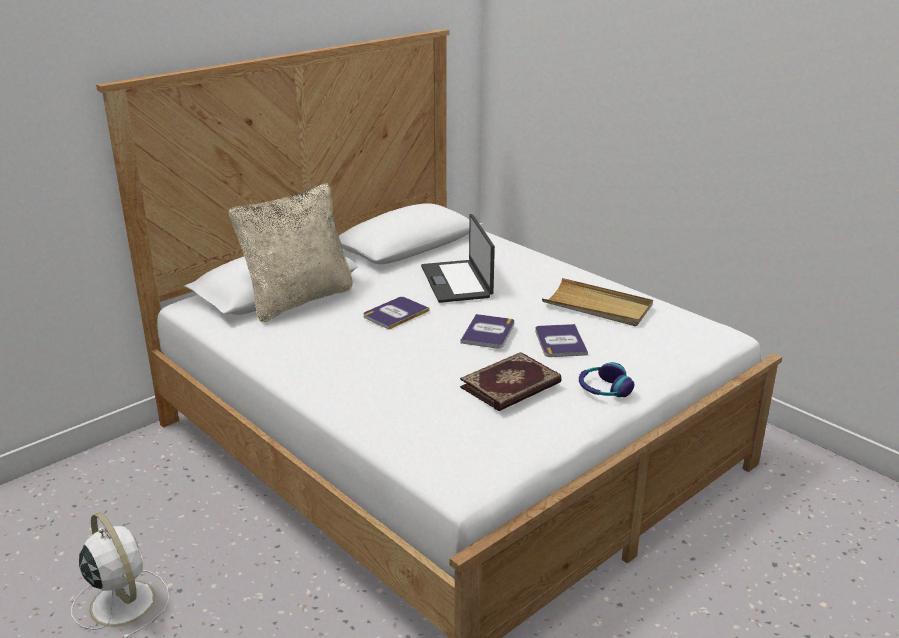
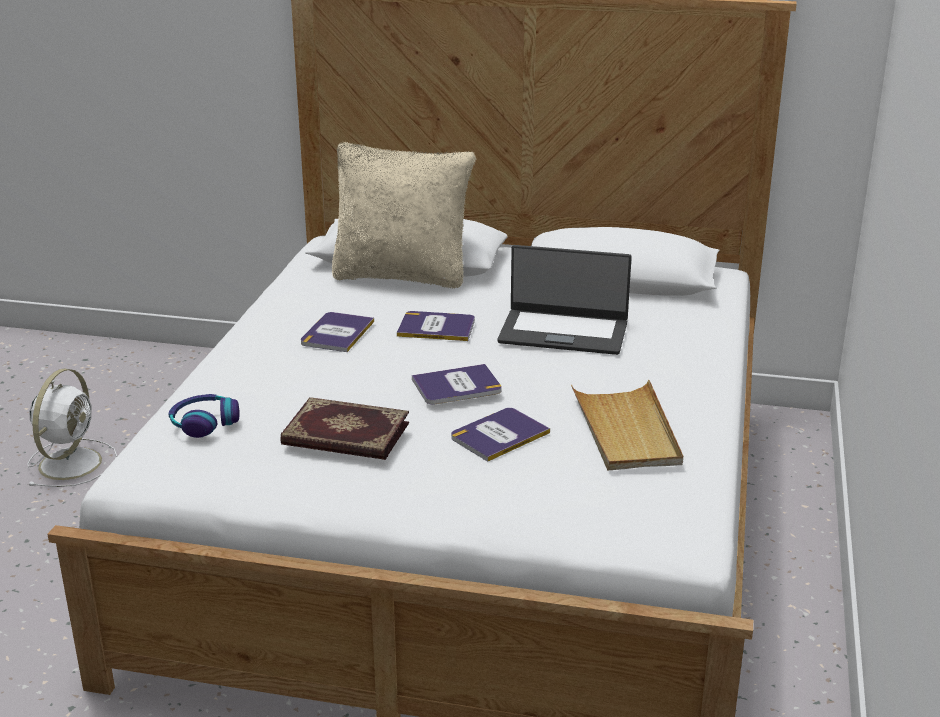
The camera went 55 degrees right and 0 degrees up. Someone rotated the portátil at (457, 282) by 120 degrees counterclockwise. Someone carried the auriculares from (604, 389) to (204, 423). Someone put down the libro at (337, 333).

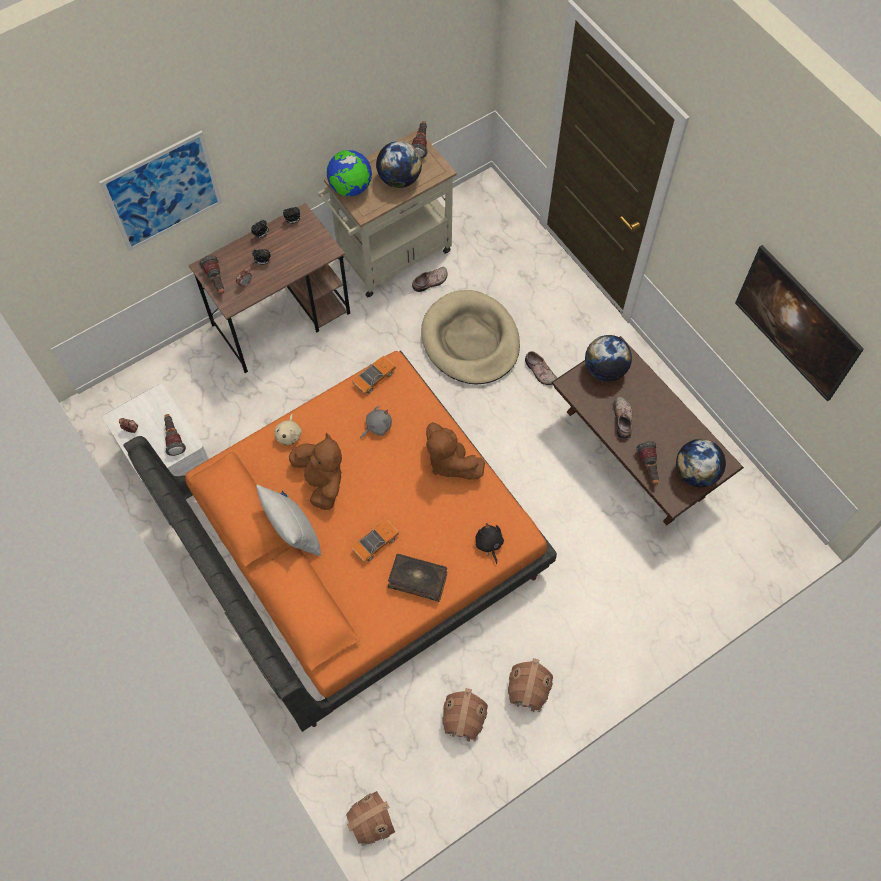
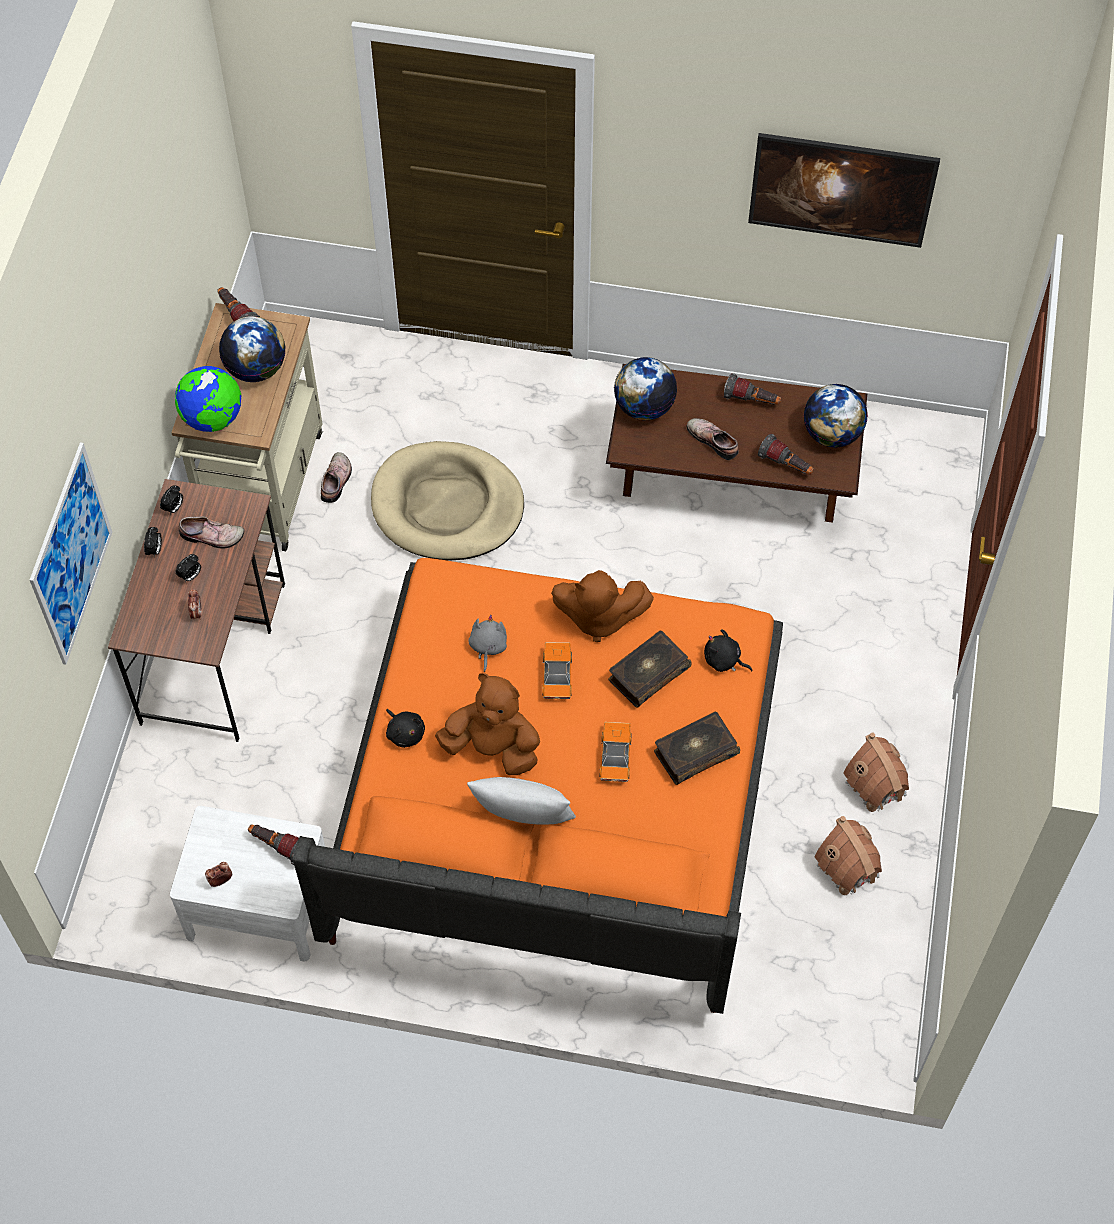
The camera went 45 degrees left and 5 degrees down. Someone carried the linterna from (216, 282) to (751, 400). Someone repainted the peluche [beis] at (289, 434), which became the peluche [negro] at (405, 733). Someone took away the casita at (371, 821). Someone carried the coche de juguete from (374, 377) to (557, 675). Someone carried the zapato from (539, 372) to (212, 537). Someone put down the libro at (648, 673).

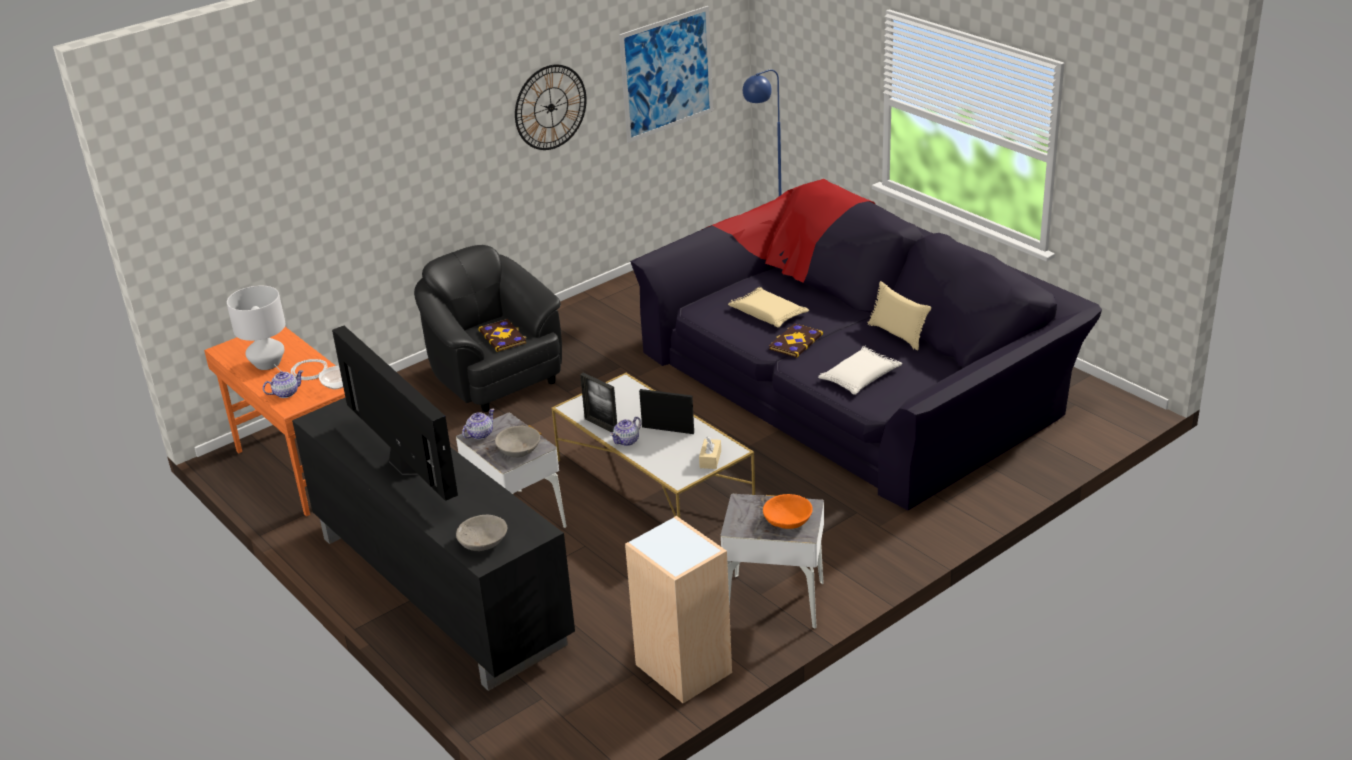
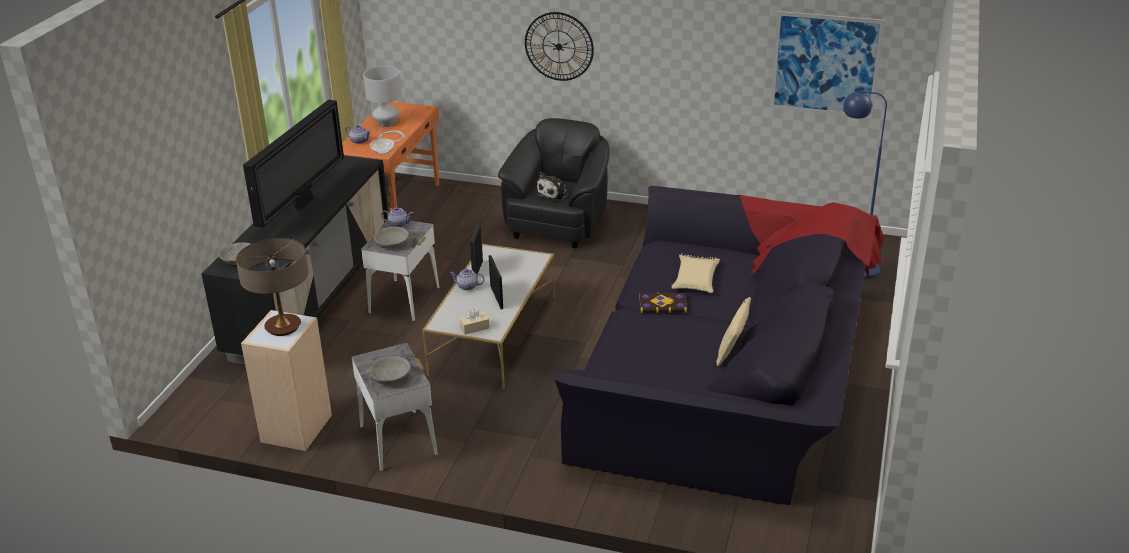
The camera went 55 degrees right and 0 degrees up. Someone swapped the libro at (503, 337) for the peluche at (553, 194). Someone carried the reloj de pared from (550, 107) to (559, 46). Someone repainted the cuenco [naranja] at (788, 520), which became the cuenco [gris] at (391, 378). Someone took away the cojín [blanco] at (859, 375). Someone put down the lámpara de mesa at (283, 327).

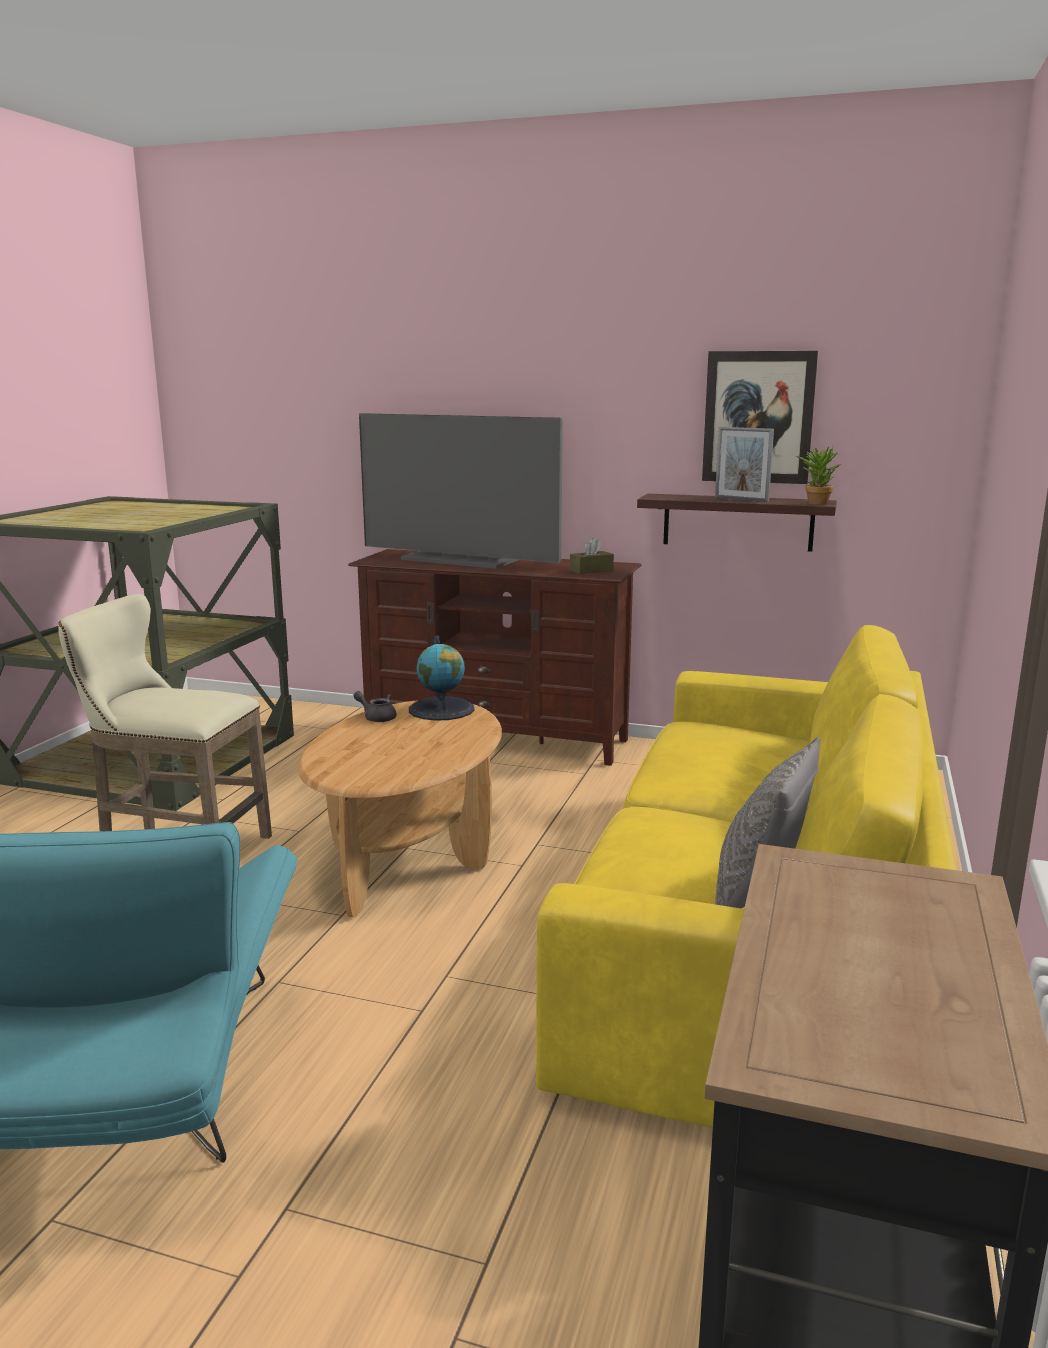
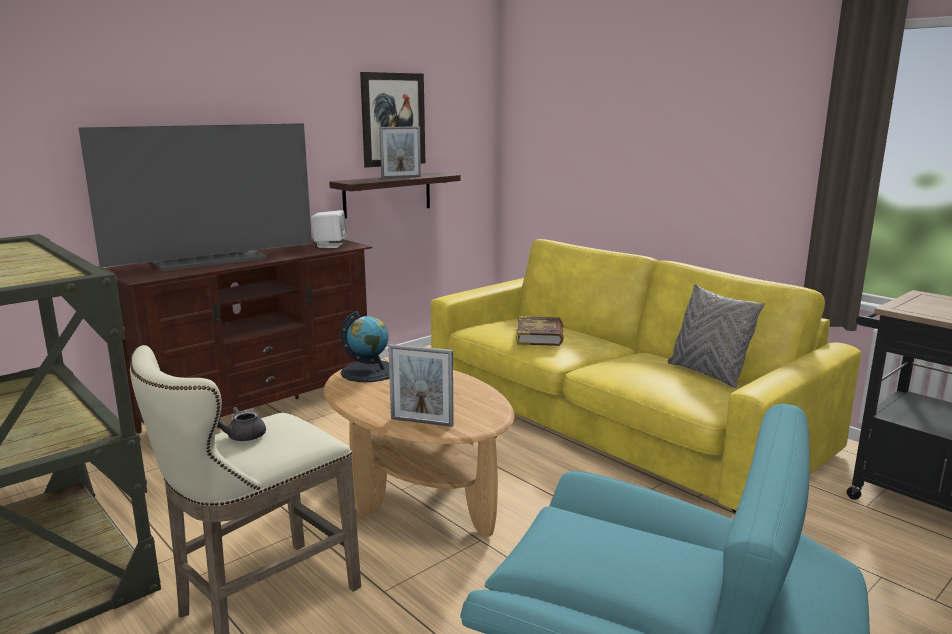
The camera went 60 degrees left and 0 degrees up. Someone carried the tetera [gris] from (377, 717) to (240, 436). Someone swapped the caja de pañuelos [marrón] at (591, 570) for the altavoz [blanco] at (330, 245). Someone took away the planta en maceta at (815, 503). Someone put down the portarretratos at (421, 422). Someone put down the libro at (540, 336).

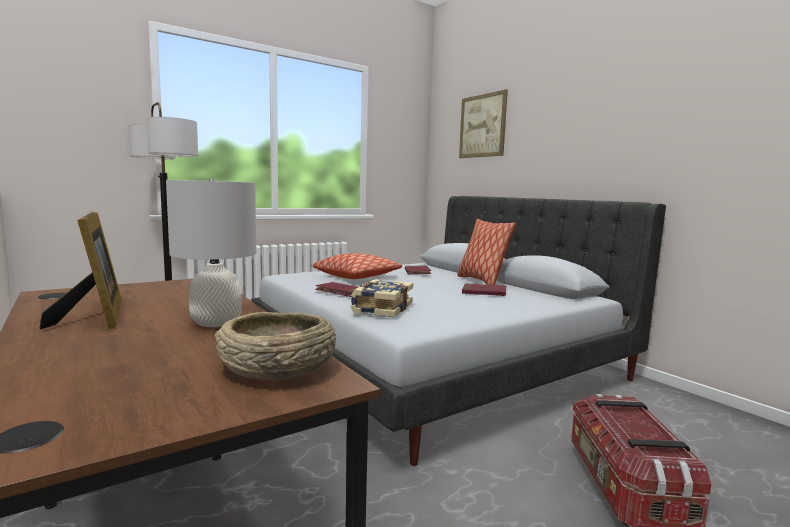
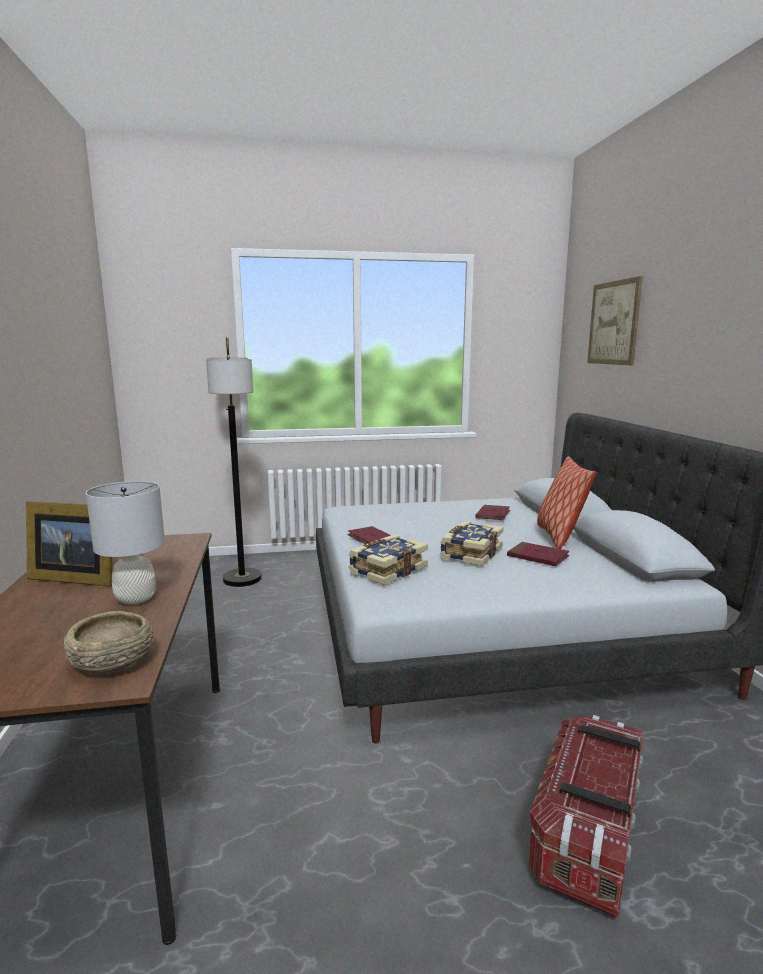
The camera went 25 degrees right and 5 degrees up. Someone rotated the portarretratos at (96, 315) by 105 degrees clockwise. Someone took away the cojín at (357, 276). Someone put down the libro at (470, 553).

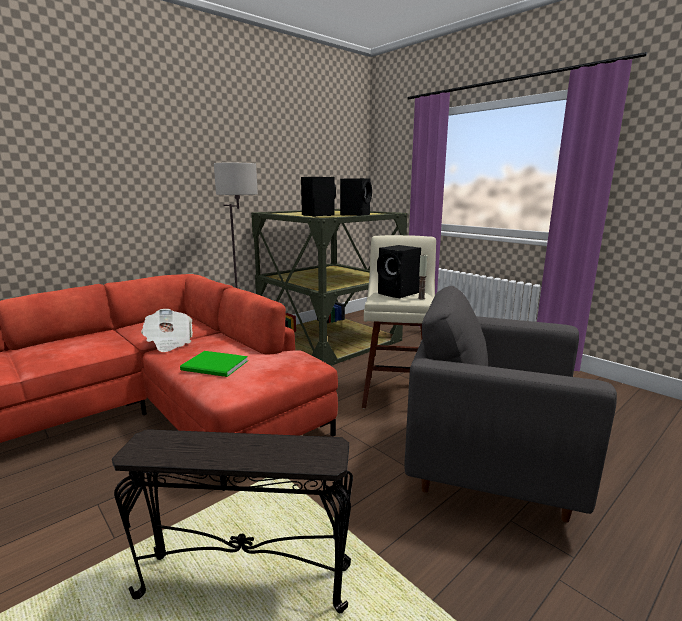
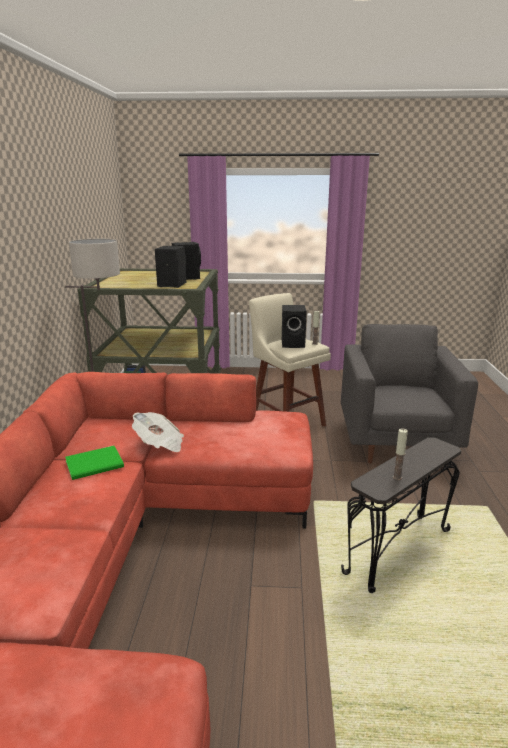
The camera went 45 degrees left and 5 degrees up. Someone carried the libro [verde] from (215, 366) to (96, 464). Someone rotated the sillón [gris] at (489, 469) by 120 degrees clockwise. Someone put down the vela at (397, 477).

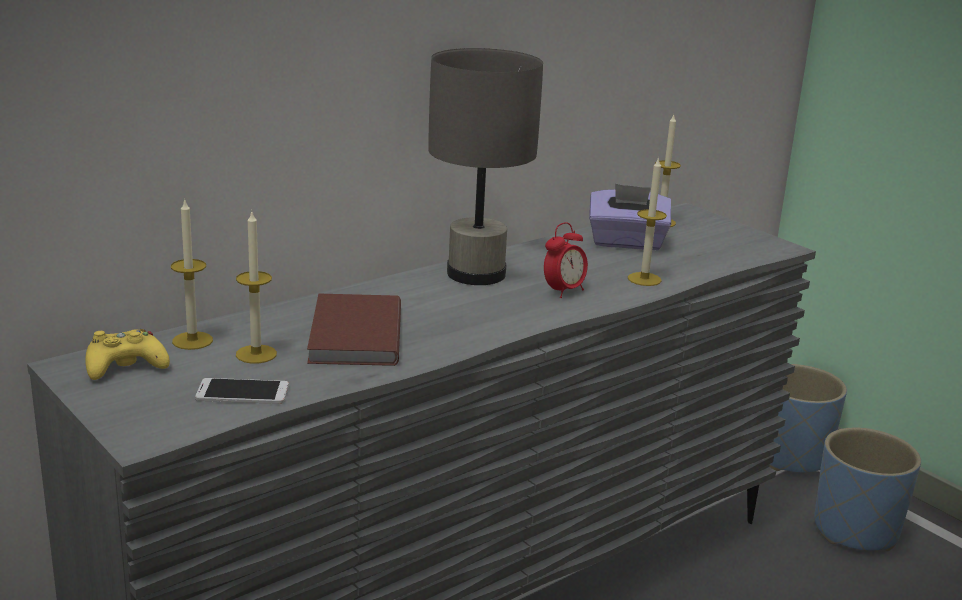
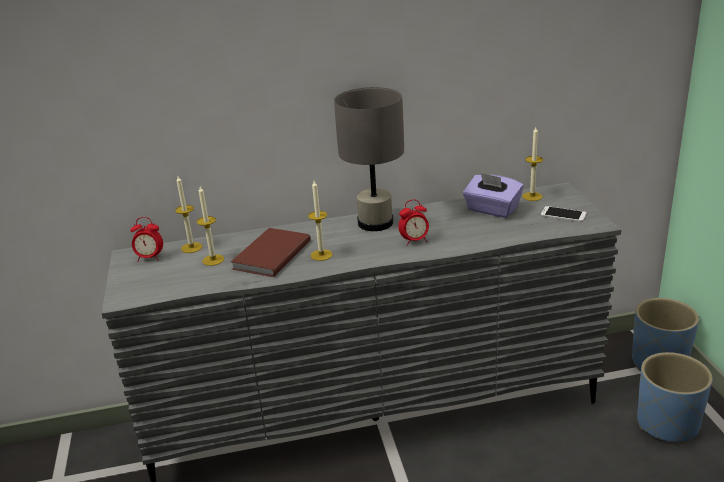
The camera went 30 degrees right and 5 degrees up. Someone swapped the mando de consola [amarillo] at (125, 366) for the despertador at (150, 258). Someone carried the móvil from (242, 392) to (563, 214). Someone carried the vela from (644, 279) to (321, 255).

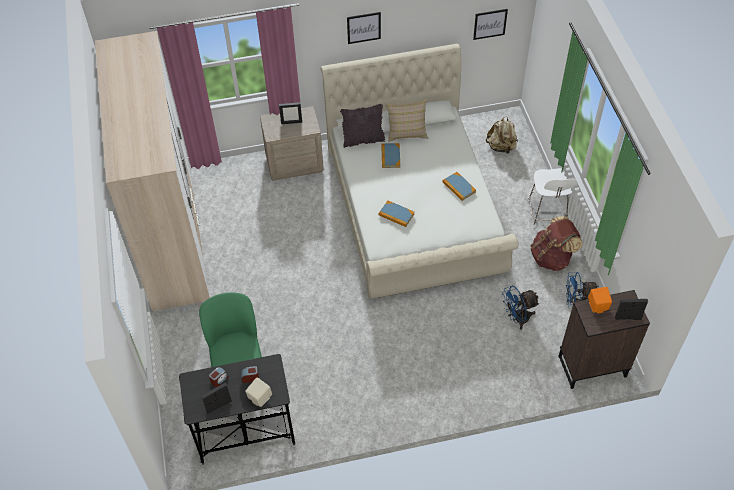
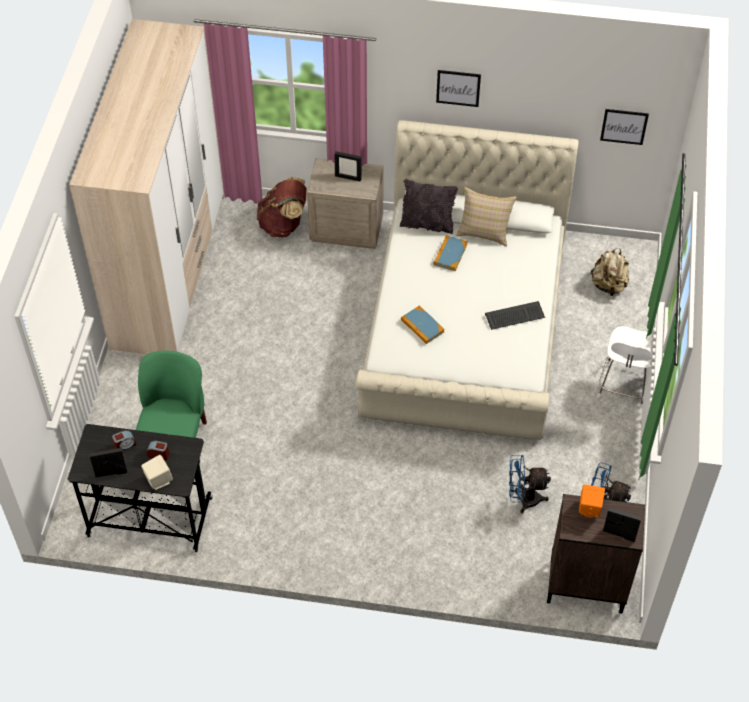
The camera went 20 degrees right and 0 degrees up. Someone swapped the libro at (459, 187) for the teclado at (514, 317). Someone carried the mochila [marrón] from (552, 257) to (284, 225).

